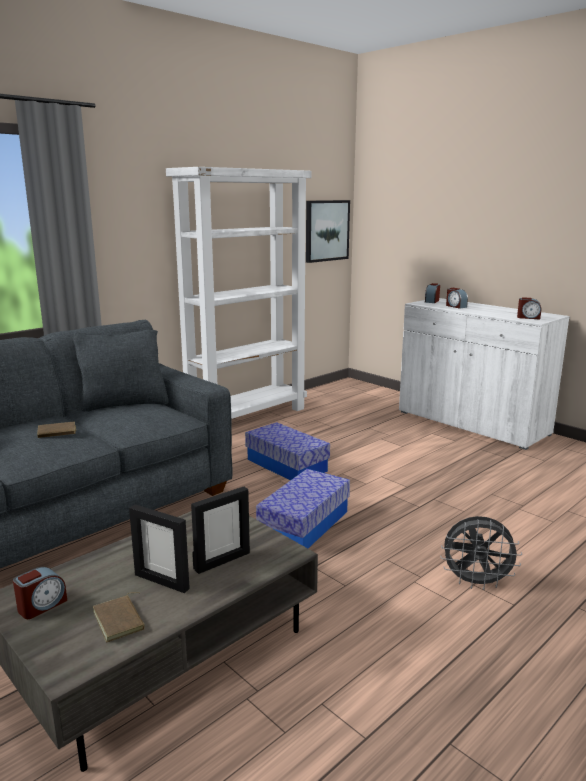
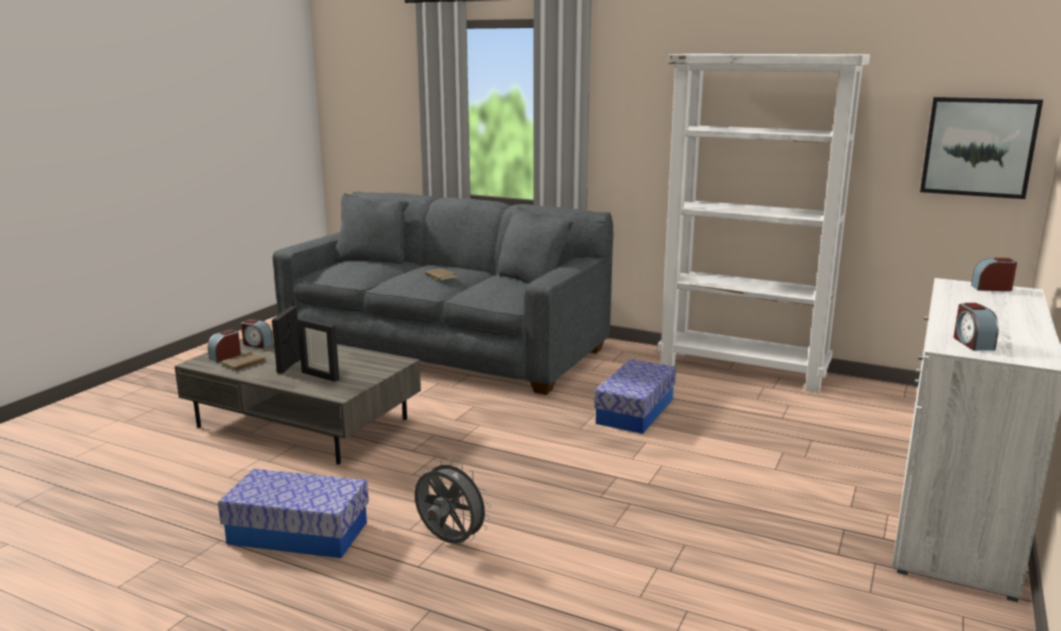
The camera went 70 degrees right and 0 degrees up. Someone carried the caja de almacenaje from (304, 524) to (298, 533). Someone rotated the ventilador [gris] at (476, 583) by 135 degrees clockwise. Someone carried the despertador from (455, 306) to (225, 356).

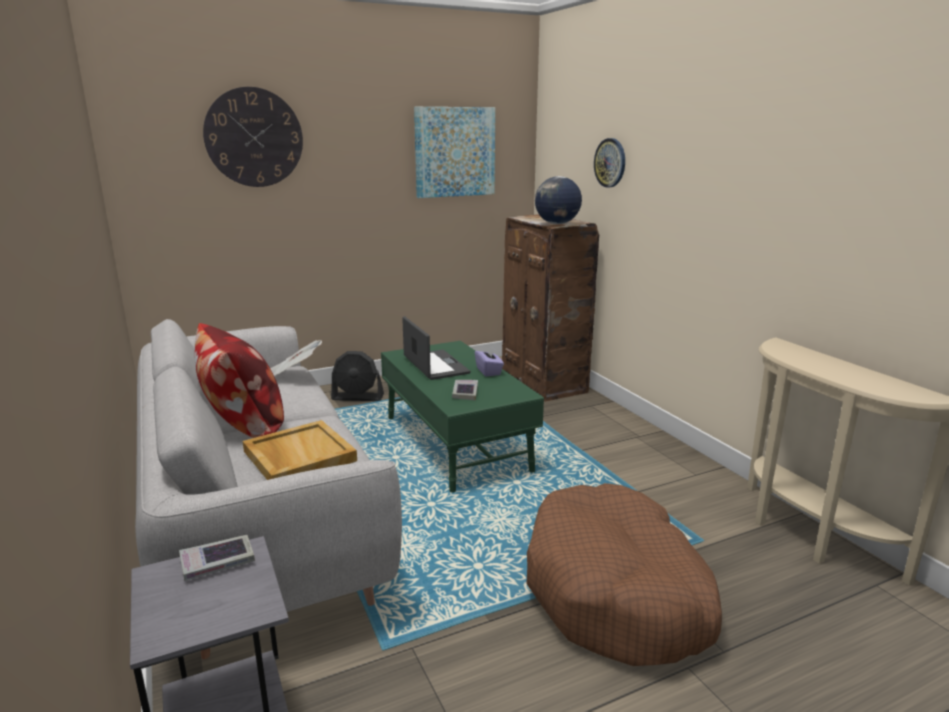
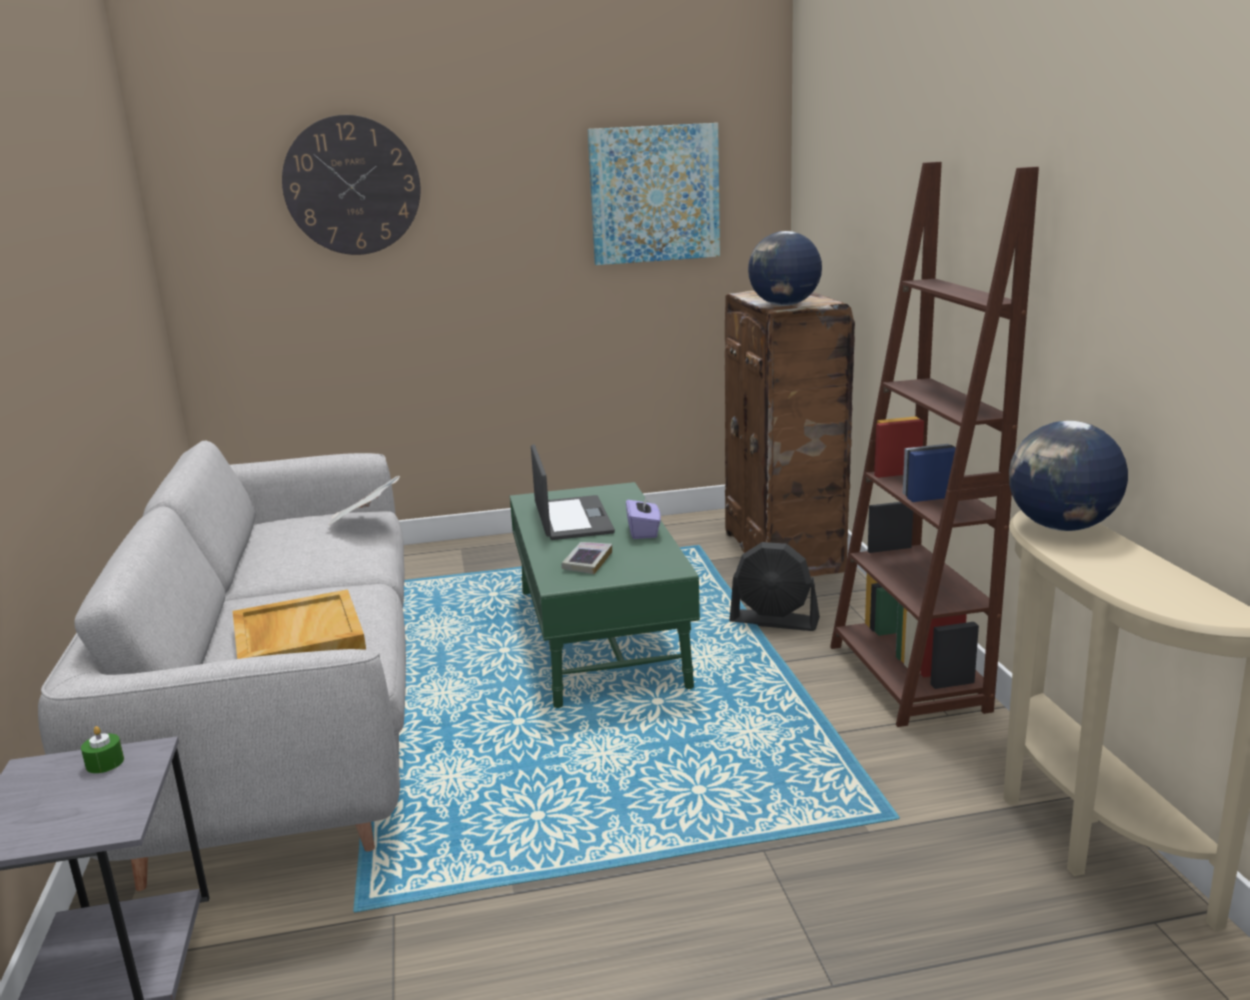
The camera went 15 degrees right and 0 degrees up. Someone swapped the libro at (217, 562) for the vela [verde] at (105, 763). Someone took away the cojín at (243, 424). Someone carried the ventilador [negro] from (358, 397) to (774, 621). Someone took away the cama para perro [marrón] at (617, 592). Someone took away the reloj de pared at (610, 163). Someone put down the estantería [marrón] at (908, 677). Someone put down the globo terráqueo at (1062, 527).

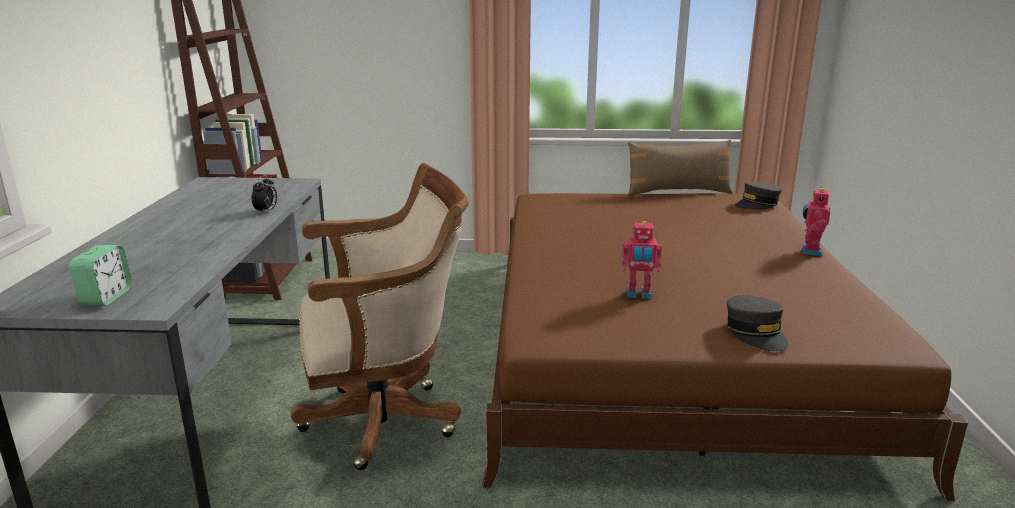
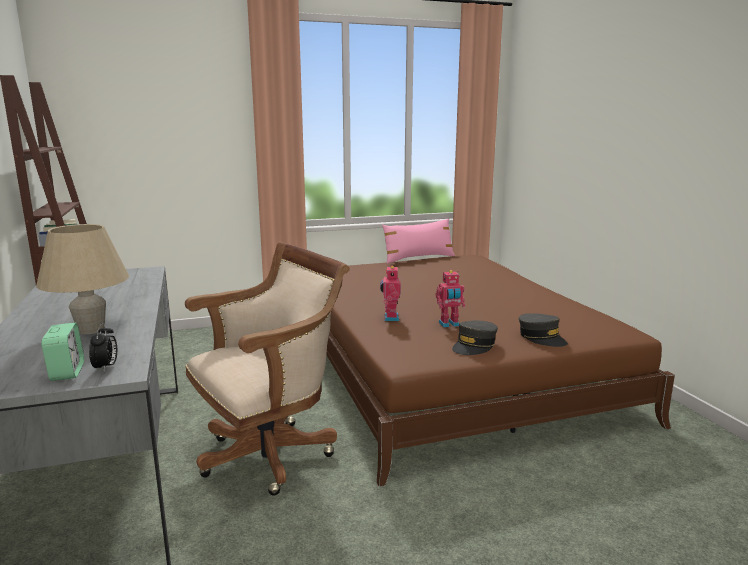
The camera went 20 degrees left and 5 degrees down. Someone carried the despertador from (266, 211) to (106, 367). Someone repainted the cojín [marrón] at (677, 192), which became the cojín [rosa] at (418, 258). Someone carried the gorra [gris] from (757, 204) to (474, 346). Someone carried the robot de juguete from (810, 251) to (390, 318). Someone put down the lámpara de mesa [beis] at (91, 330).

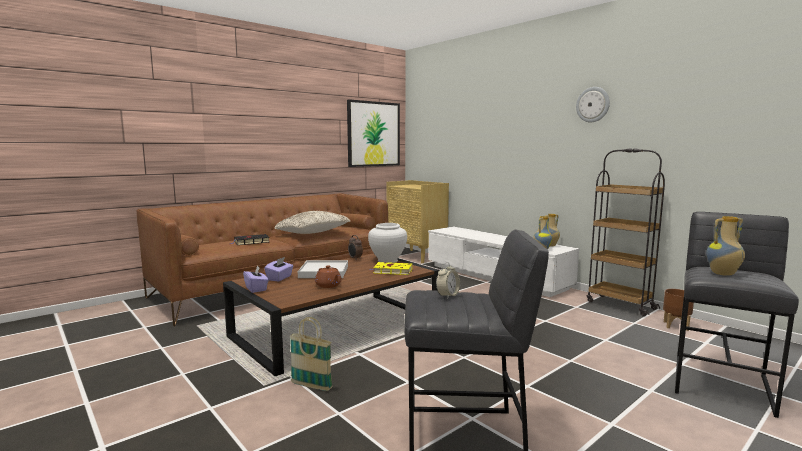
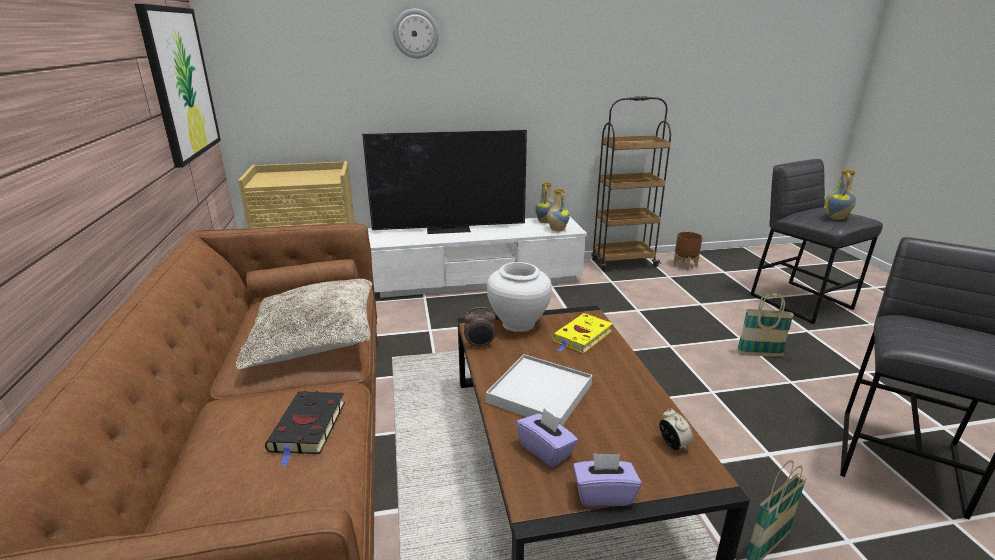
The camera went 60 degrees left and 15 degrees up. Someone took away the tetera [marrón] at (328, 285). Someone carried the despertador from (447, 295) to (673, 444). Someone carried the reloj de pared from (593, 104) to (416, 34). Someone put down the televisor at (449, 229). Someone put down the cesta at (759, 354).

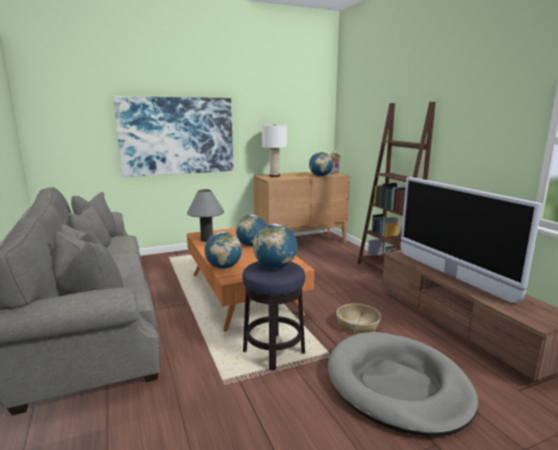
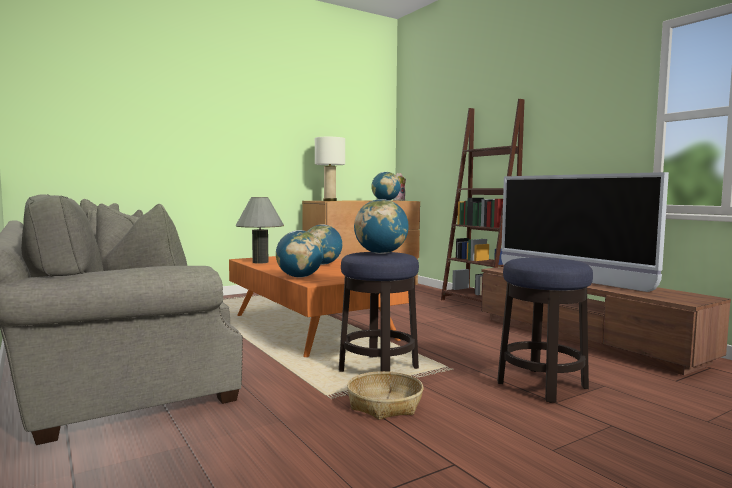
The camera went 10 degrees left and 10 degrees down. Someone took away the cuadro at (177, 136). Someone swapped the cama para perro [gris] at (397, 385) for the taburete at (542, 385). Someone carried the cesta from (358, 324) to (385, 405).

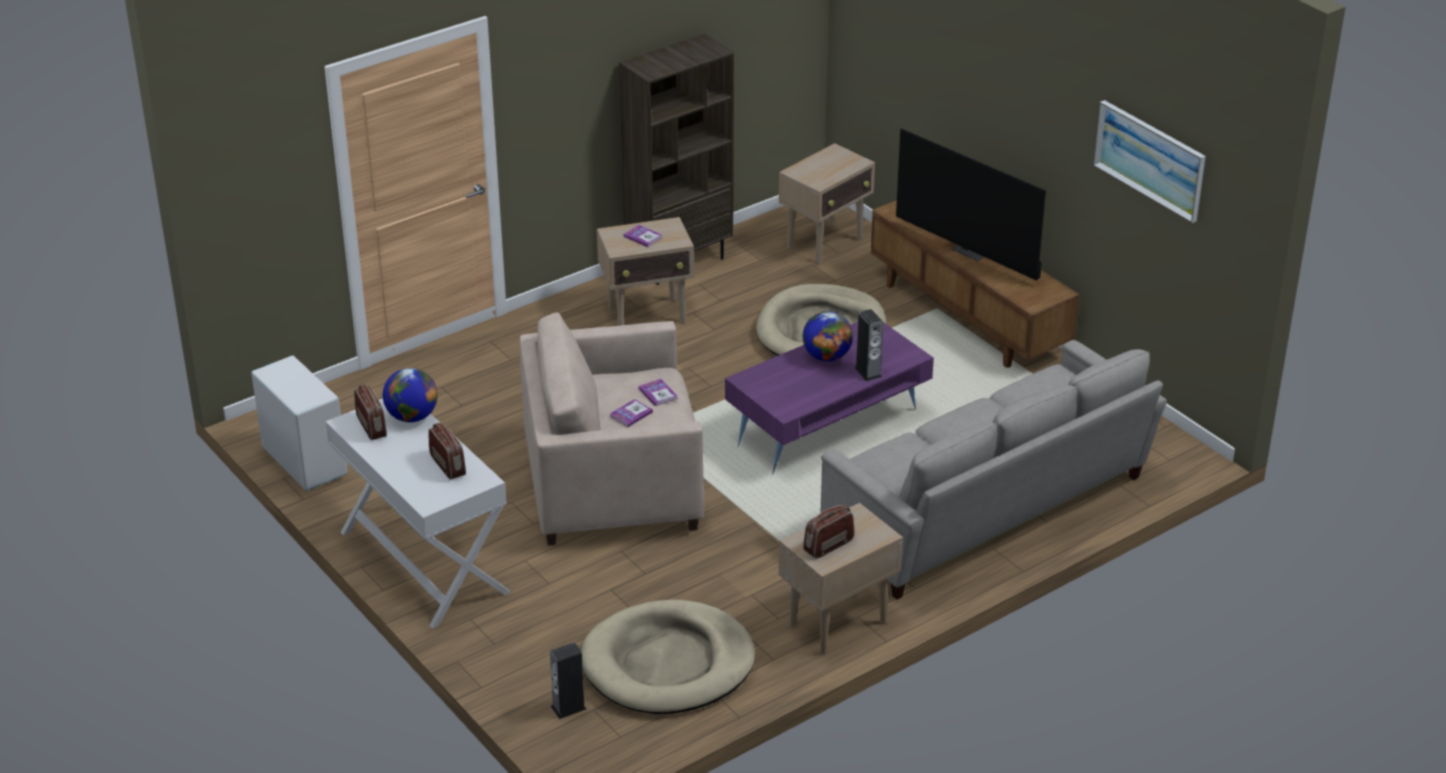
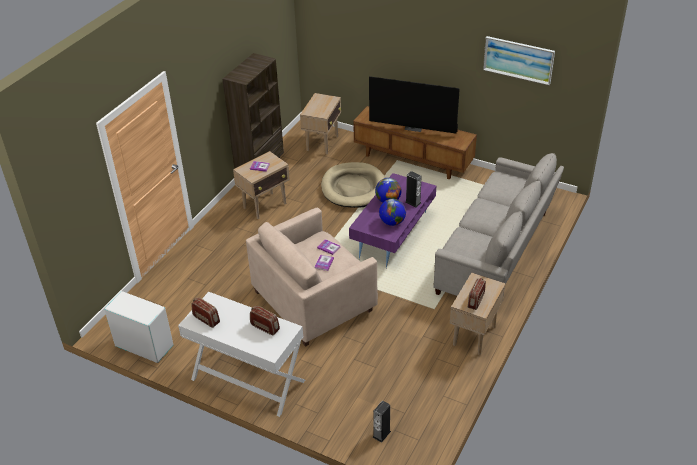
The camera went 25 degrees left and 5 degrees up. Someone carried the globo terráqueo from (412, 417) to (392, 222). Someone took away the cama para perro [beis] at (668, 664).

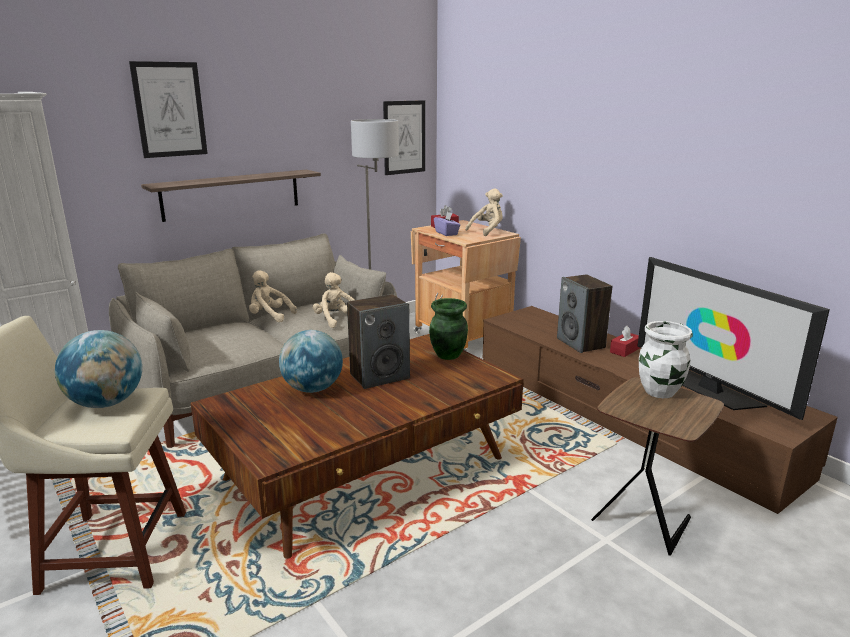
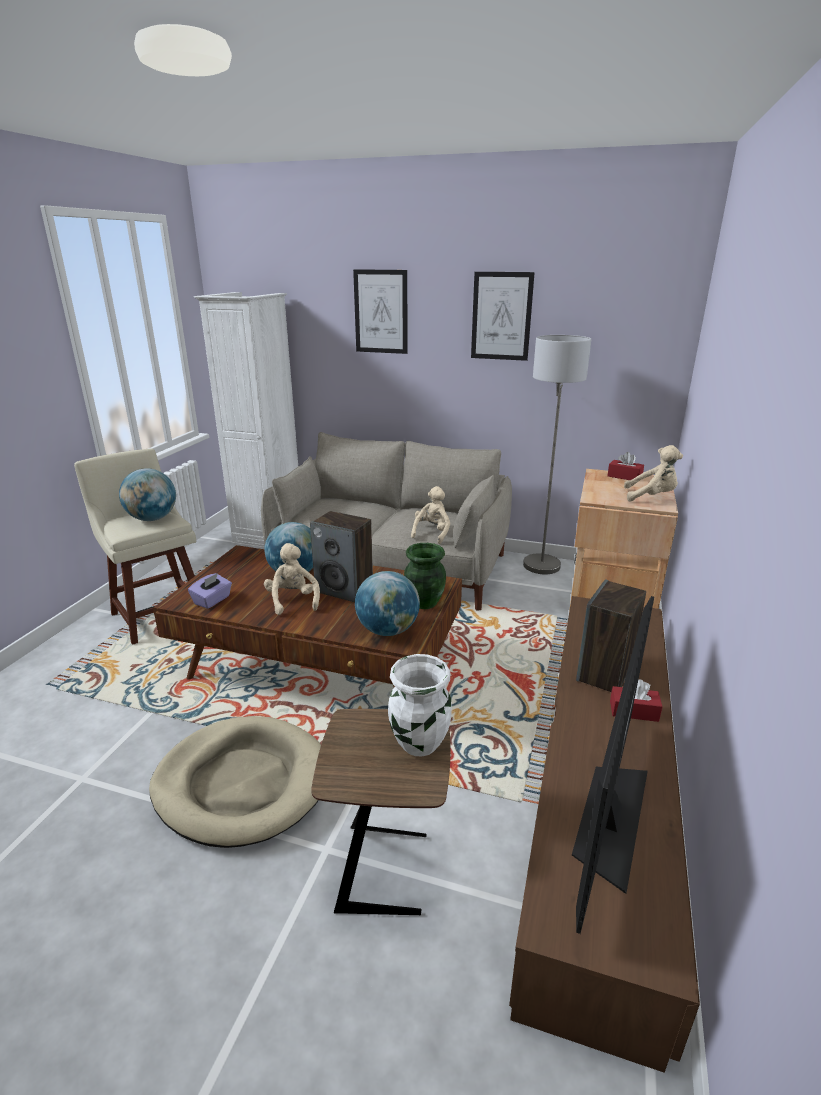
The camera went 55 degrees right and 5 degrees up. Someone took away the estante at (232, 194). Someone carried the peluche [beis] from (269, 316) to (293, 600). Someone carried the cuadro from (404, 137) to (501, 316). Someone carried the caja de pañuelos [morado] from (447, 233) to (212, 600). Someone put down the cama para perro [beis] at (242, 783). Someone put down the globo terráqueo at (388, 630).

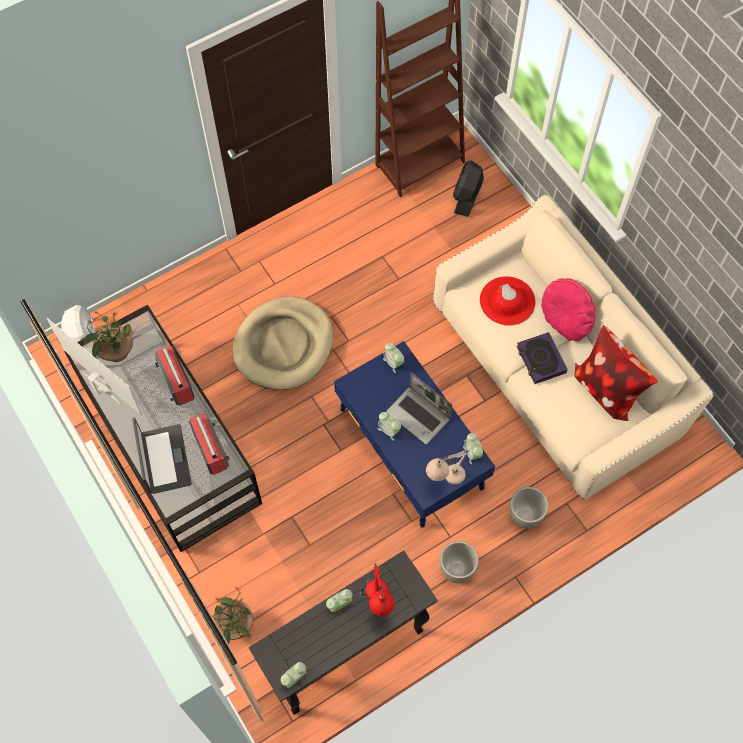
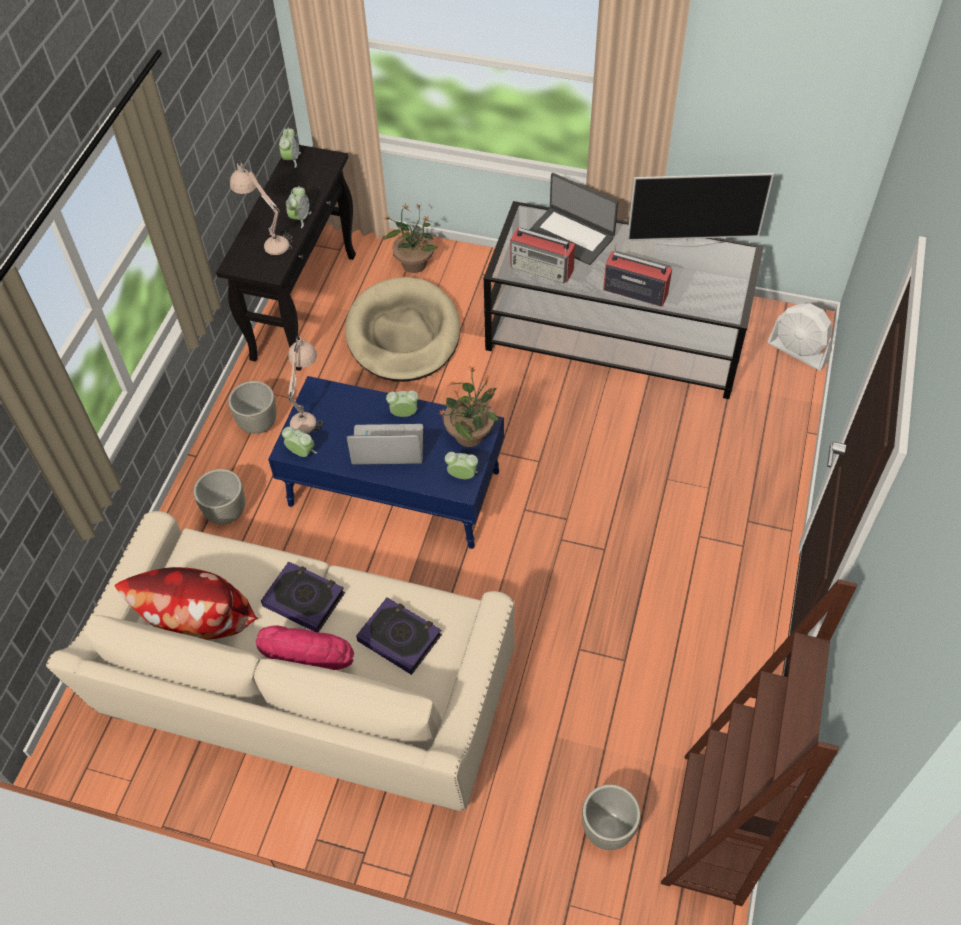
The camera went 140 degrees right and 10 degrees down. Someone carried the planta en maceta from (116, 351) to (470, 434). Someone carried the cama para perro [beis] from (284, 345) to (403, 334). Someone repainted the lámpara de mesa [rojo] at (378, 603), which became the lámpara de mesa [beis] at (267, 239). Someone swapped the ventilador [negro] at (466, 197) for the maceta [gris] at (607, 829). Someone swapped the sombrero [rojo] at (507, 301) for the libro at (399, 638).

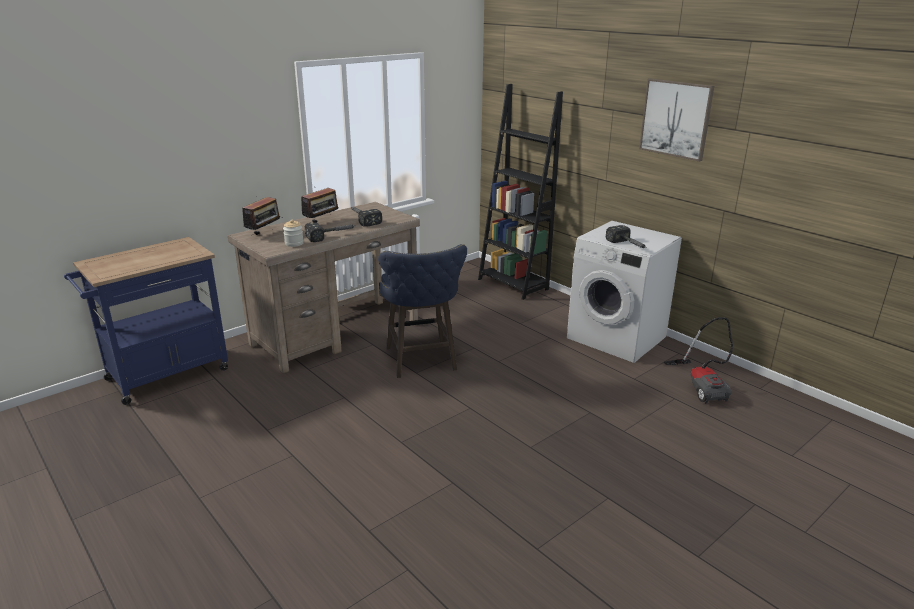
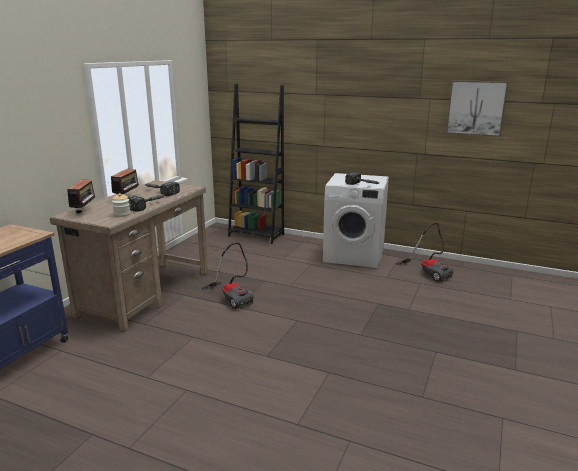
The camera went 25 degrees left and 5 degrees down. Someone swapped the taburete [azul] at (421, 360) for the aspiradora at (233, 297). Someone carried the cuadro from (676, 119) to (476, 108).

